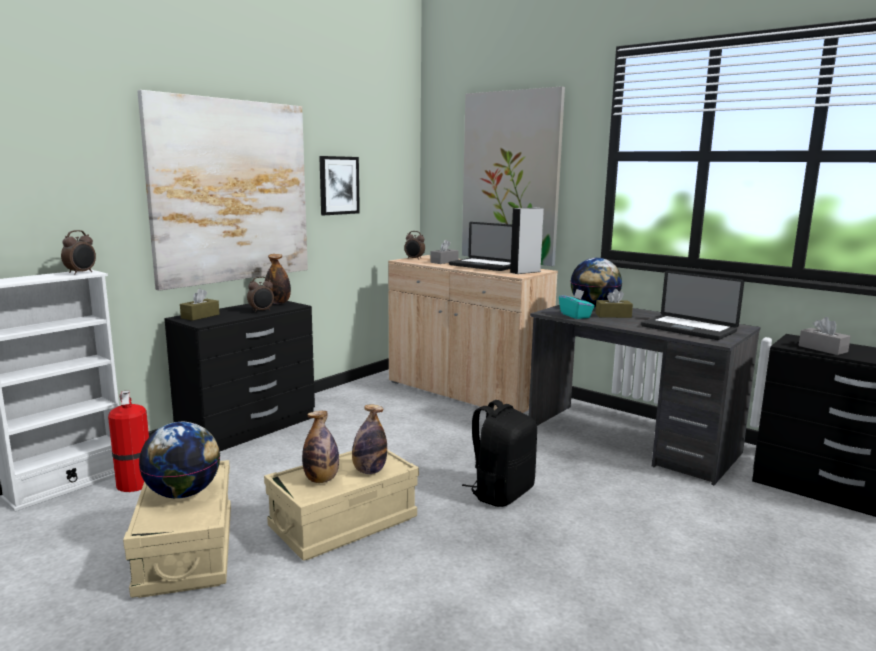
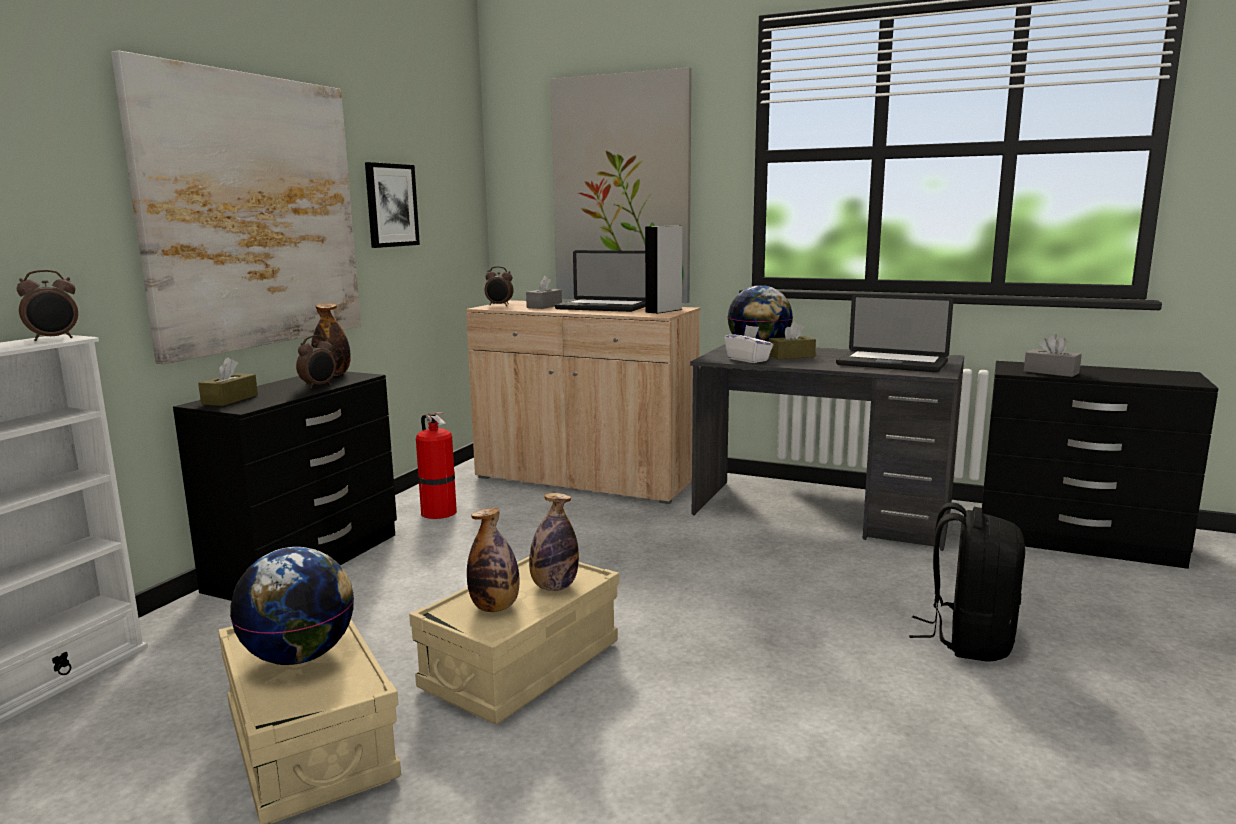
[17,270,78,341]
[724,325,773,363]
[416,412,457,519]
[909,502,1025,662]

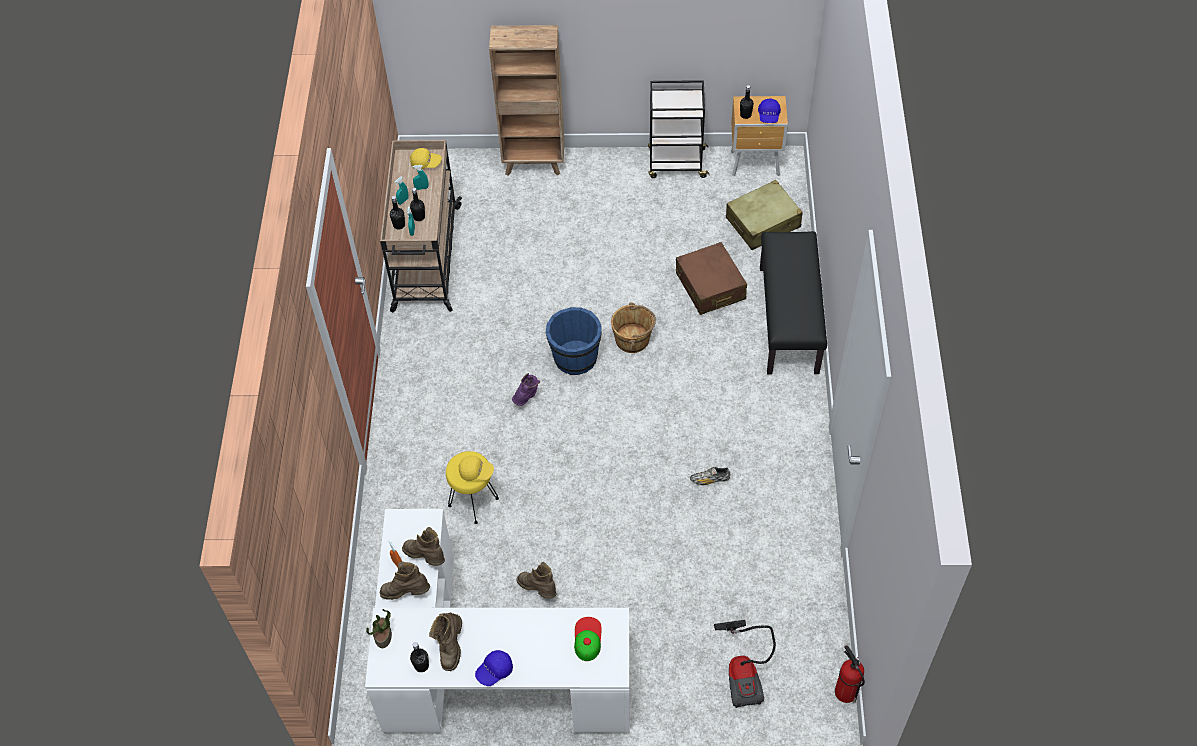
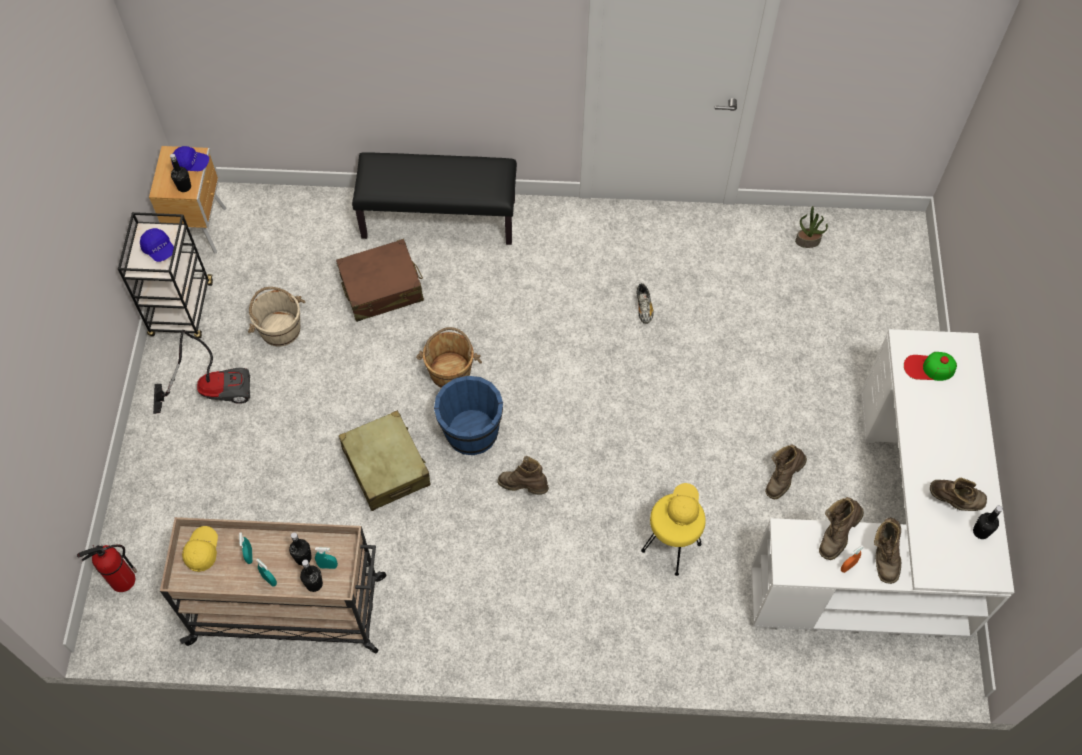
[489,25,564,176] (first image)
[338,410,431,511]
[498,456,549,495]
[795,206,828,248]
[153,330,250,414]
[77,544,137,592]
[140,228,174,262]
[248,287,305,347]

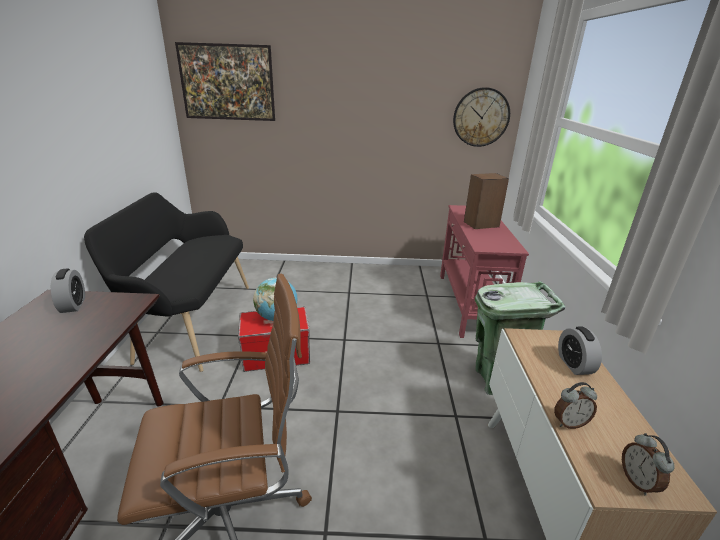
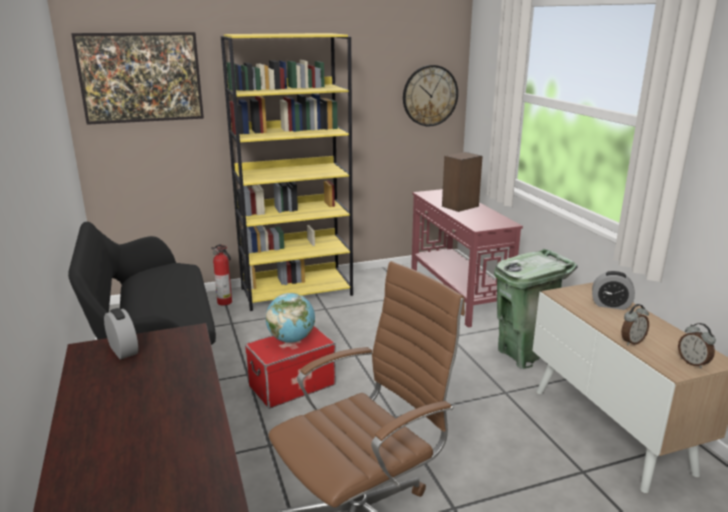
[592,271,635,310]
[221,33,353,311]
[212,244,232,306]

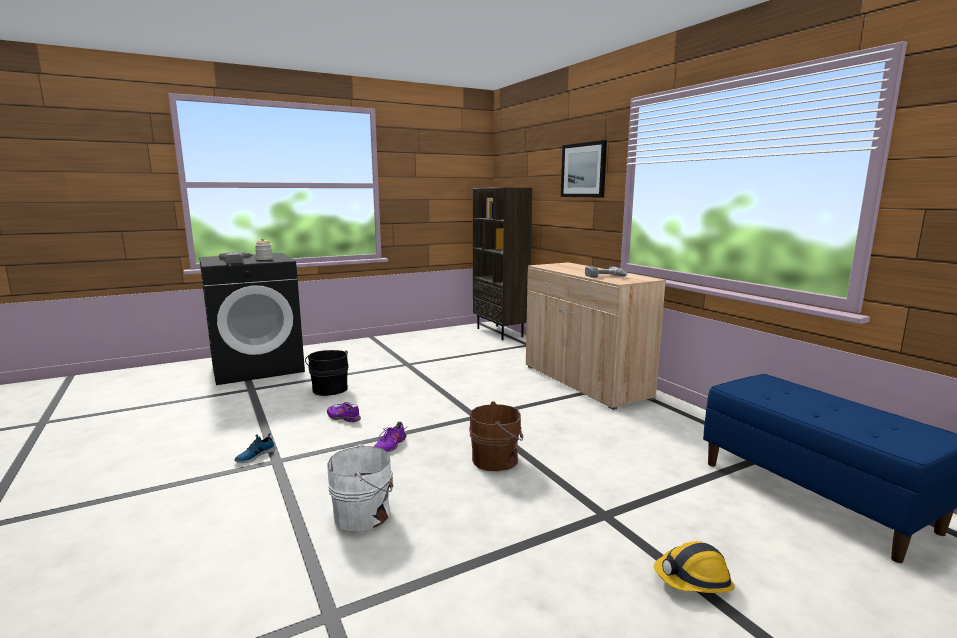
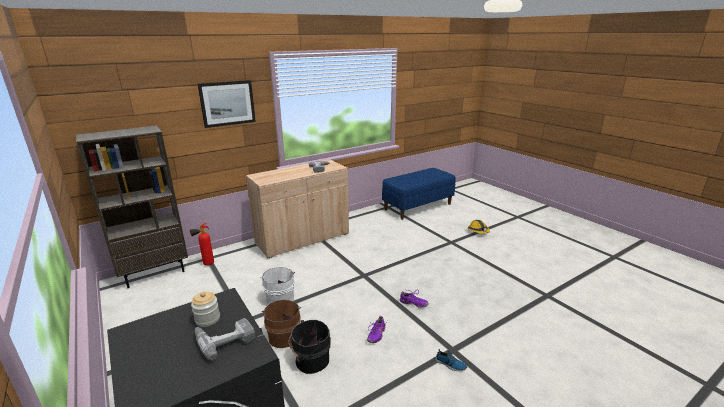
[262,300,302,348]
[260,267,295,305]
[190,223,214,266]

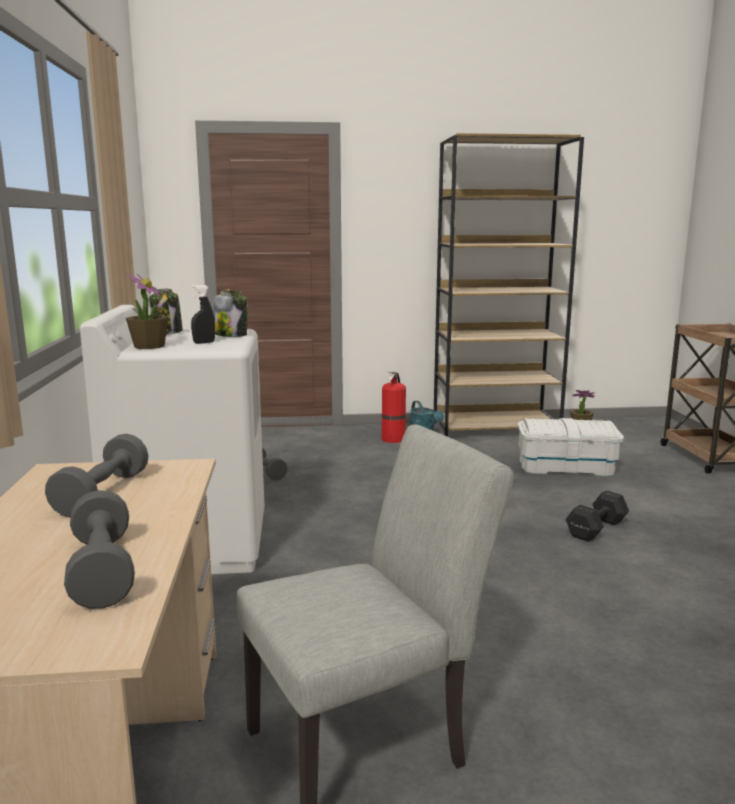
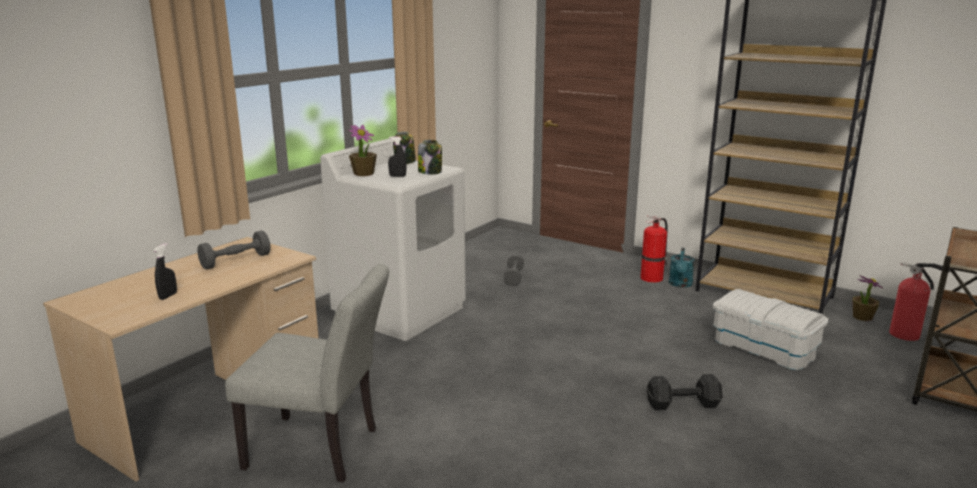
[154,243,177,300]
[889,262,950,341]

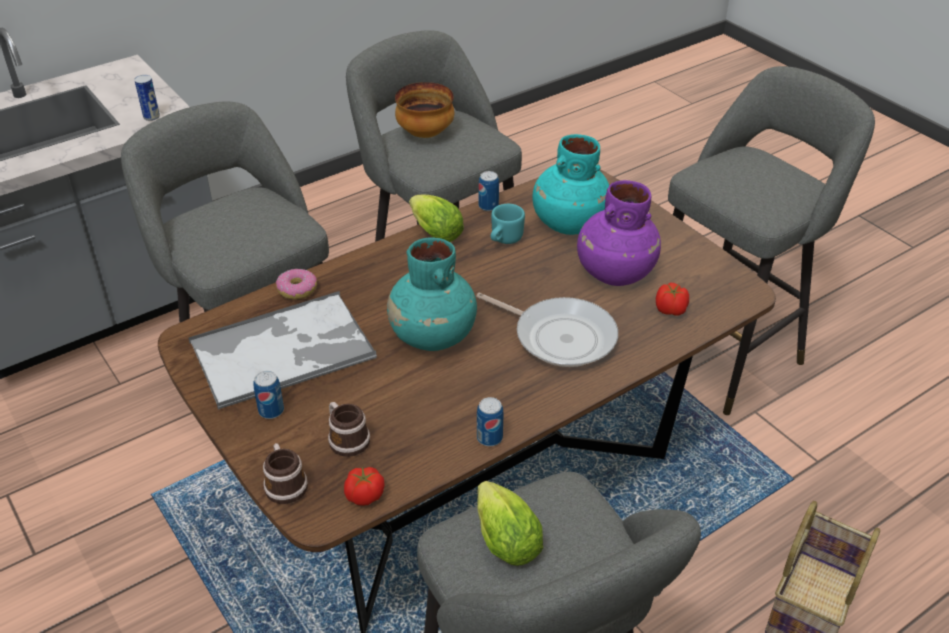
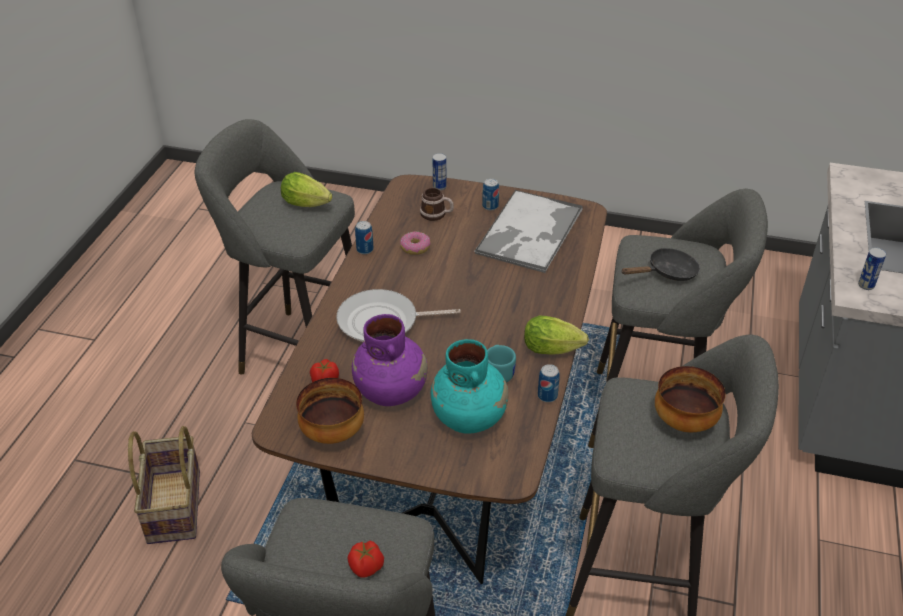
[387,237,477,351] (first image)
[400,232,431,255]
[433,153,446,190]
[347,541,384,578]
[621,248,700,281]
[296,378,364,444]

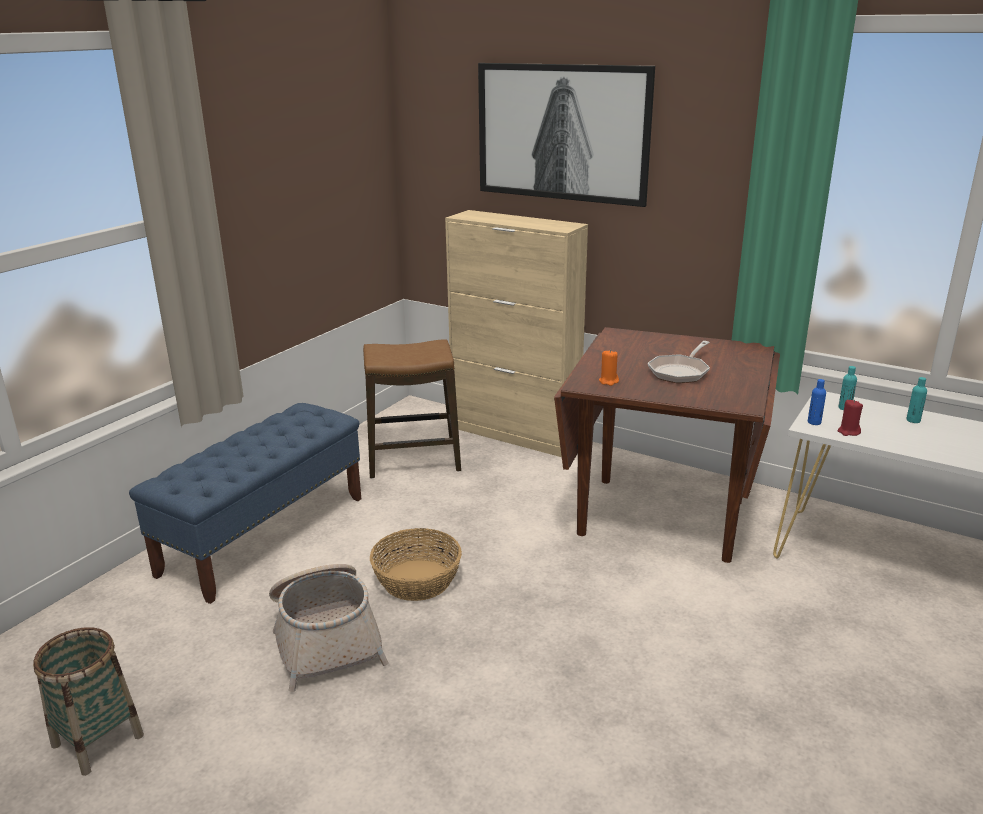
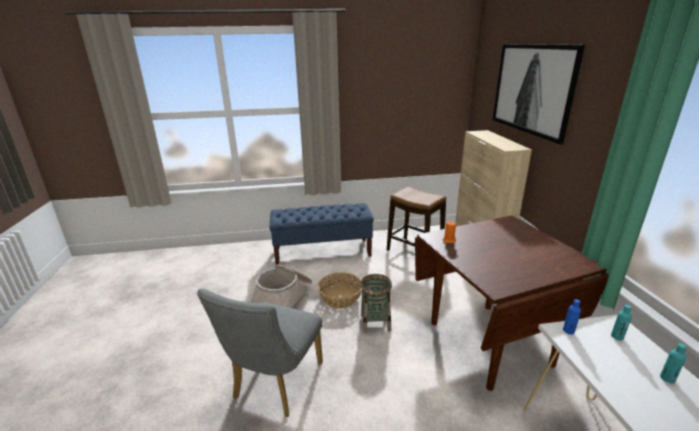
[648,341,710,383] (first image)
[838,400,863,436] (first image)
[361,274,392,333]
[197,289,323,417]

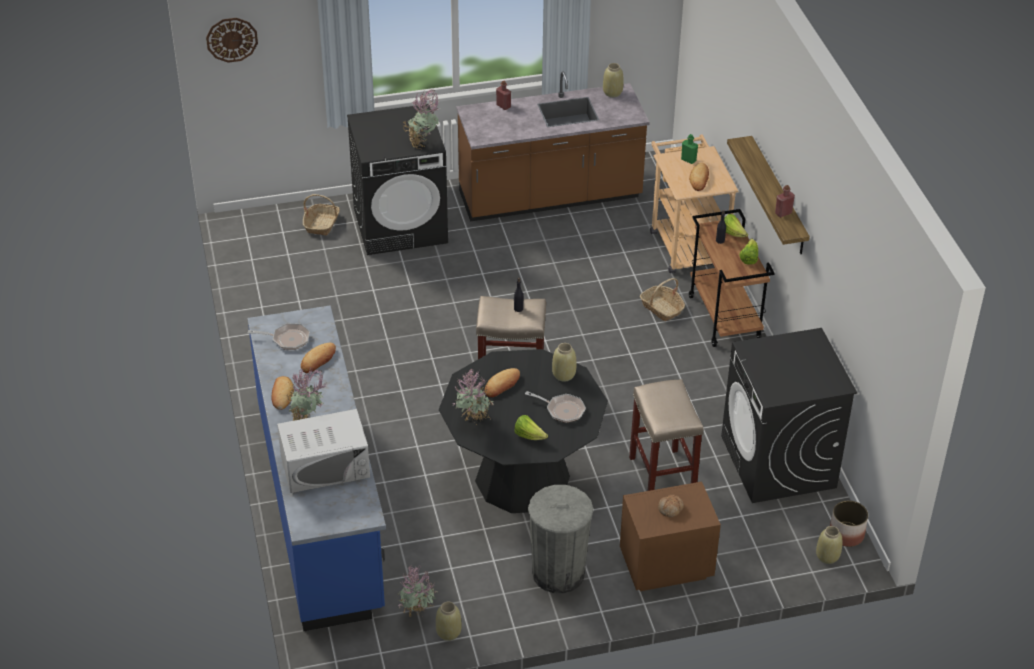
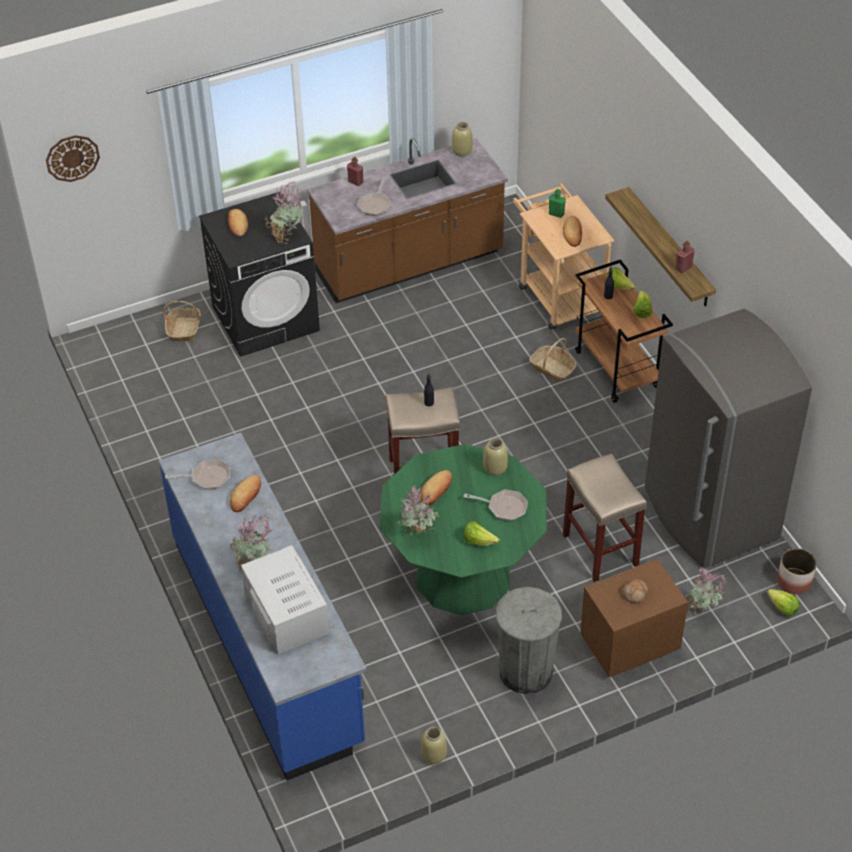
[645,309,812,568]
[379,444,547,615]
[228,209,248,237]
[241,545,329,654]
[767,589,799,616]
[685,565,726,615]
[357,177,391,216]

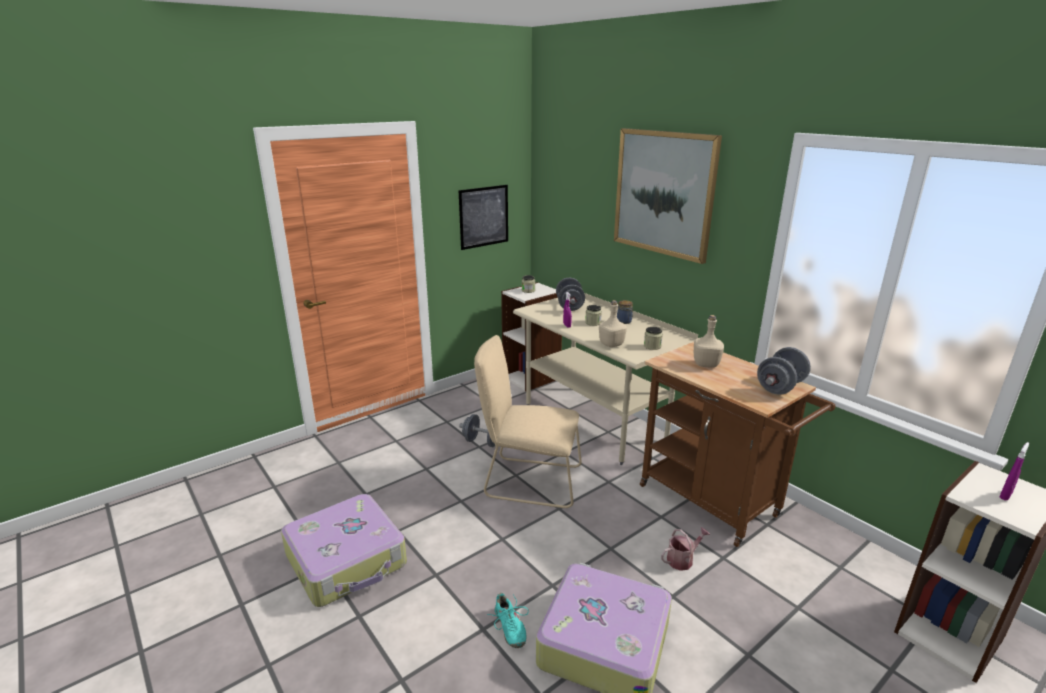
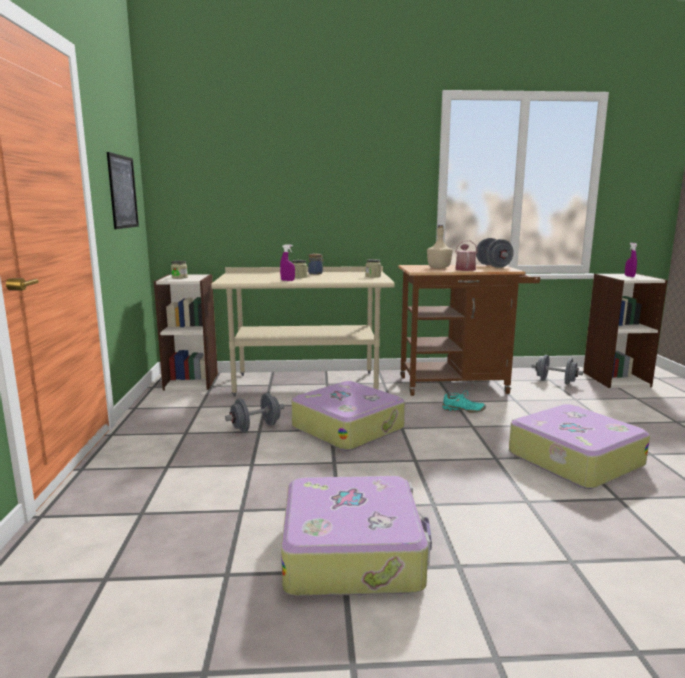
[614,128,722,264] (first image)
[531,355,583,385]
[599,300,627,347] (first image)
[291,381,405,451]
[455,240,478,271]
[442,390,486,413]

